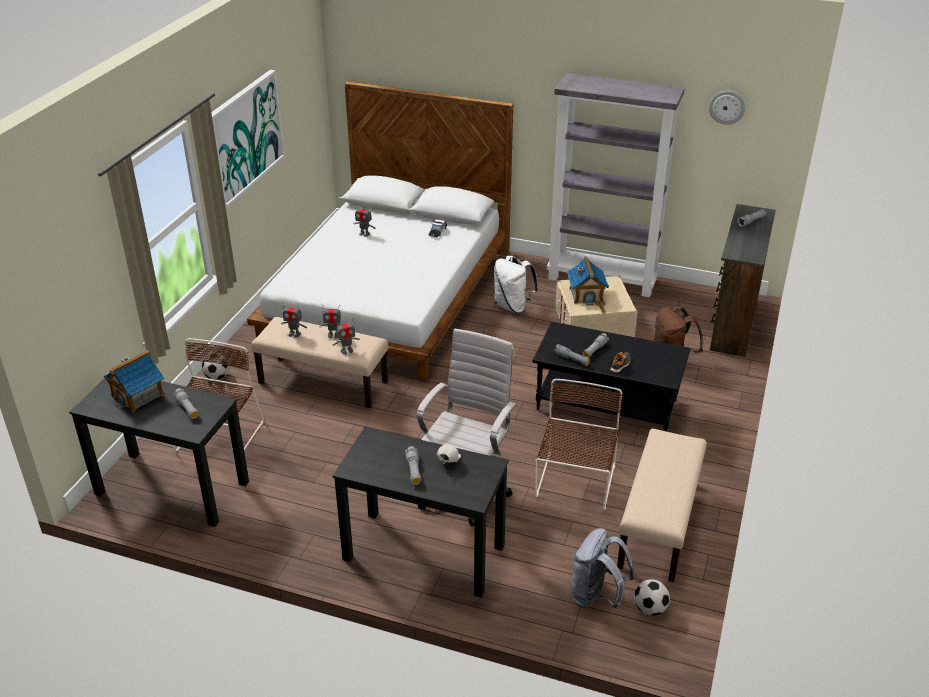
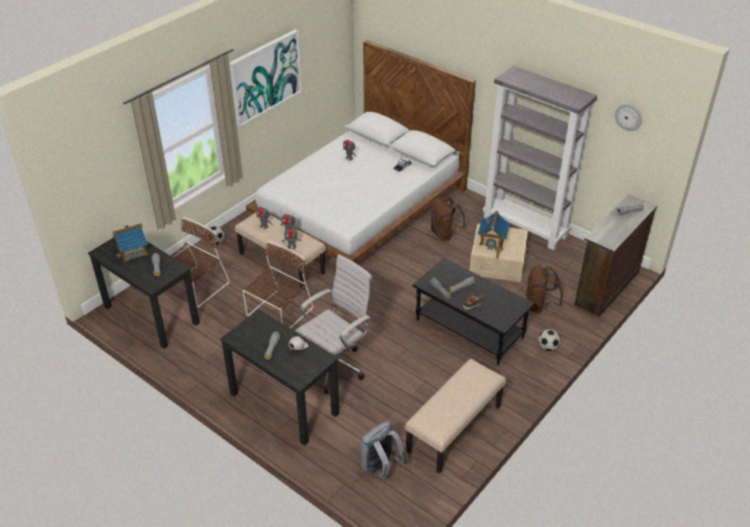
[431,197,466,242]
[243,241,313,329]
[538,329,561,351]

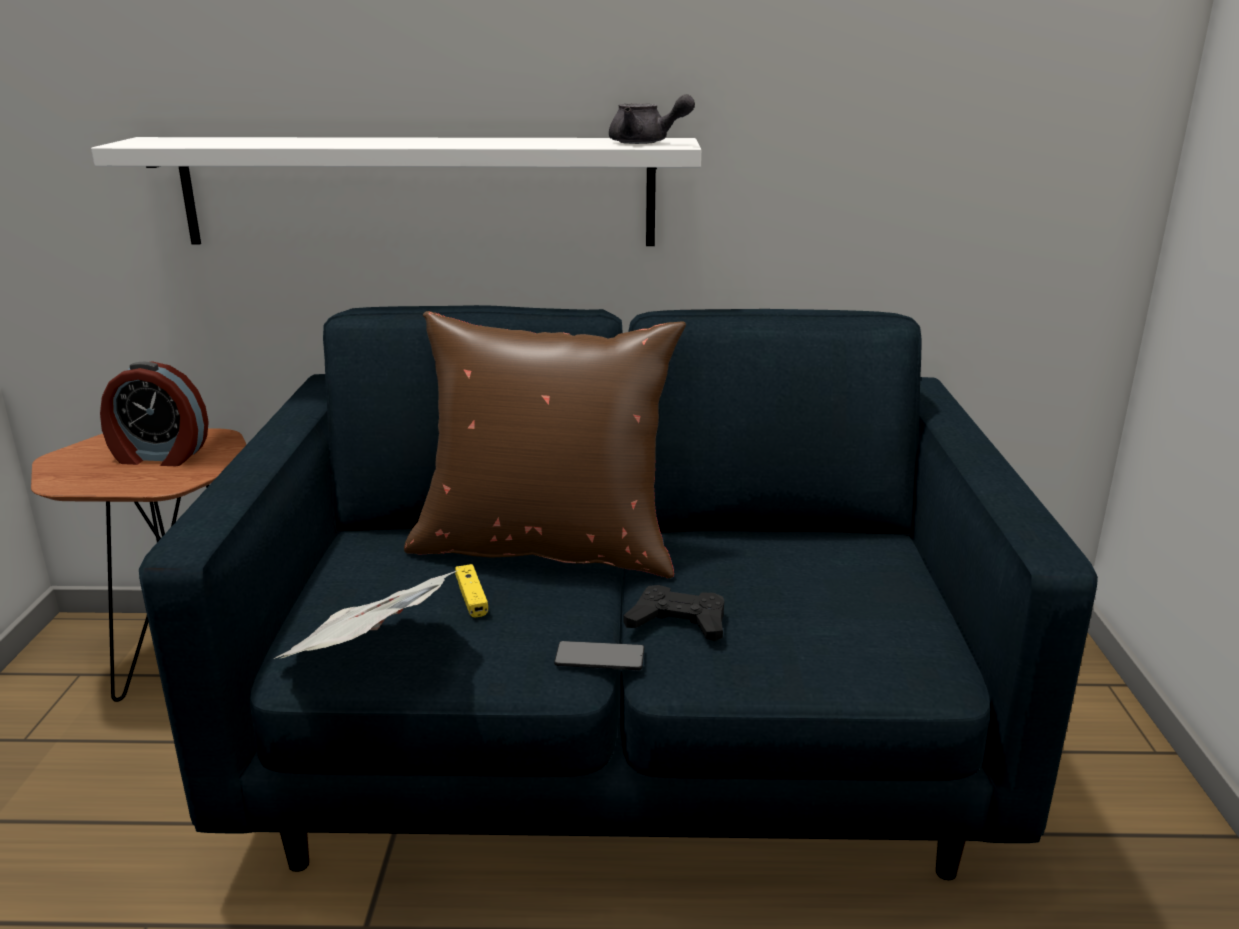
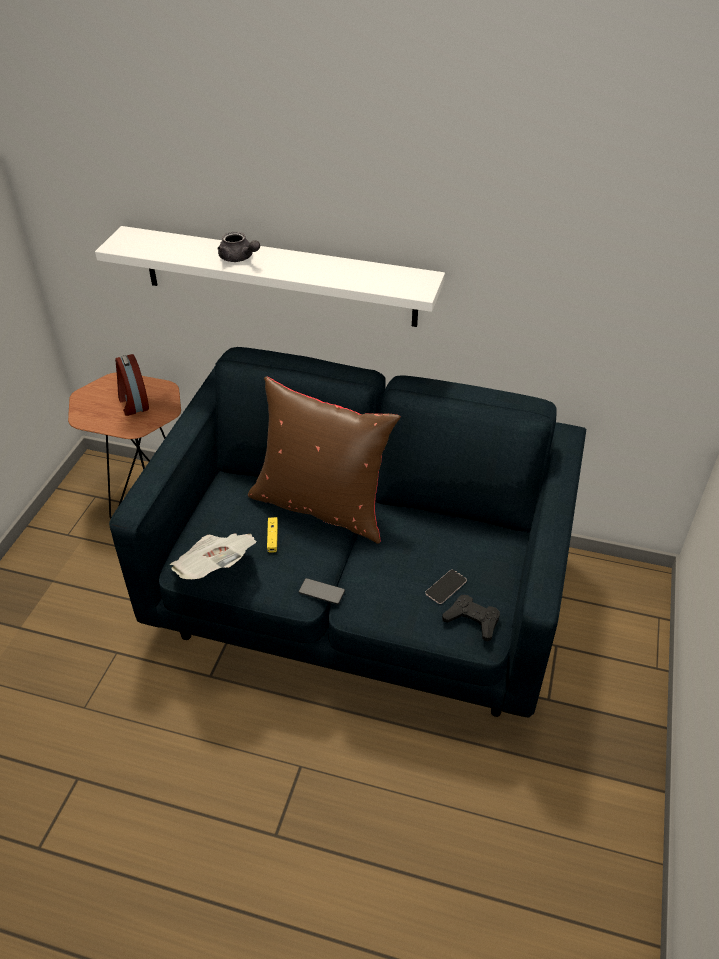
[218,232,260,262]
[115,354,149,416]
[442,595,500,642]
[425,570,467,604]

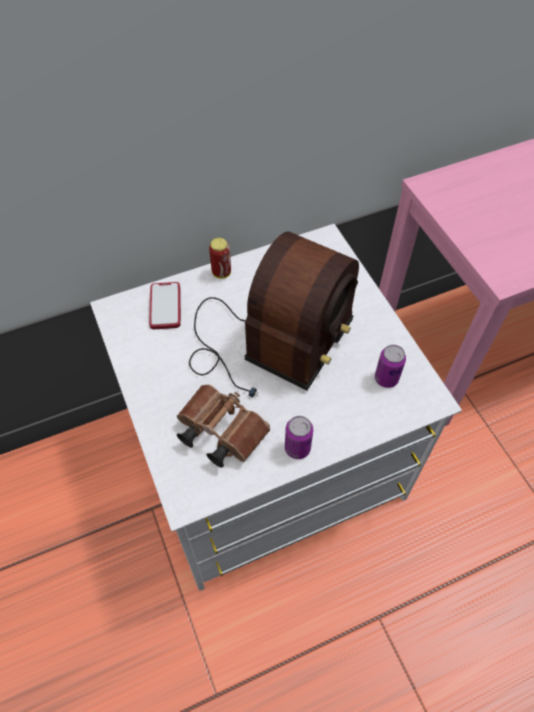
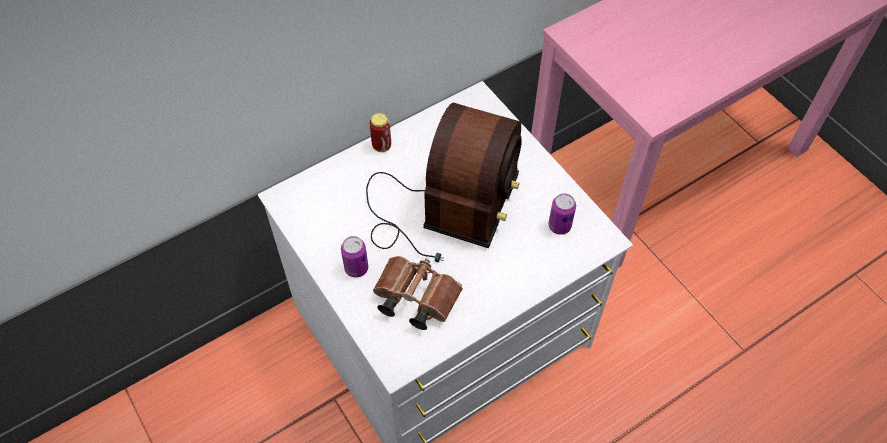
[149,282,181,329] (first image)
[341,236,368,278]

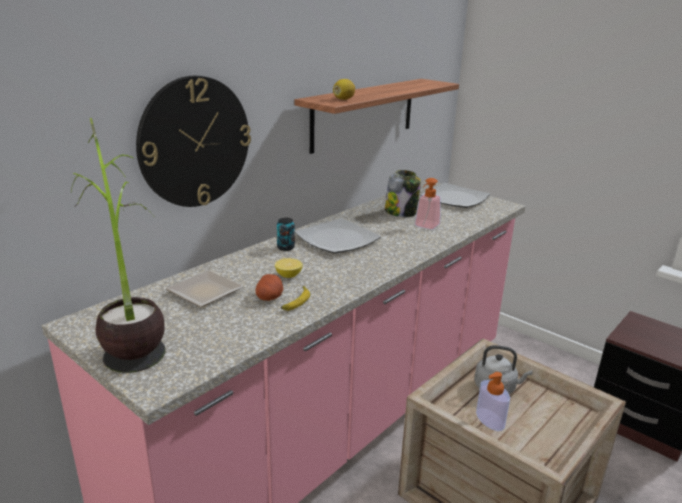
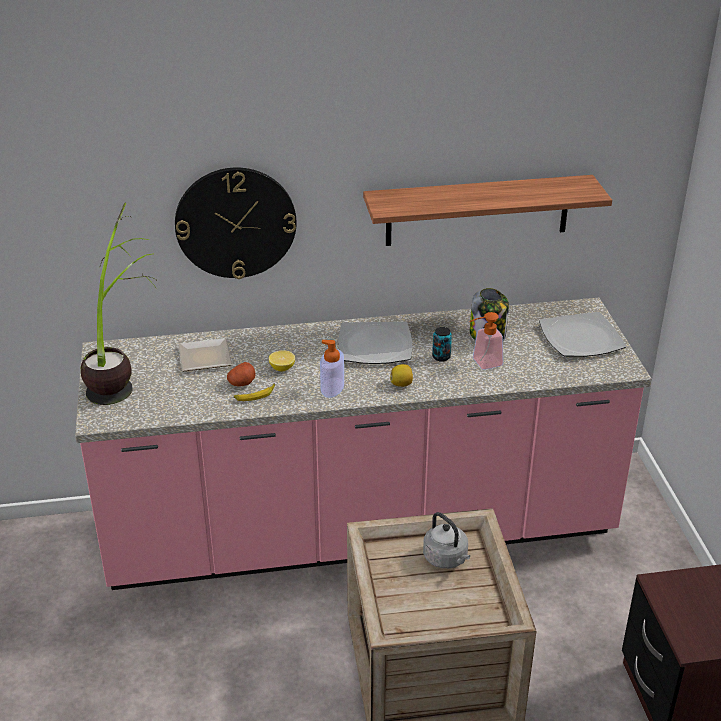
[390,364,413,387]
[432,327,452,362]
[320,340,344,398]

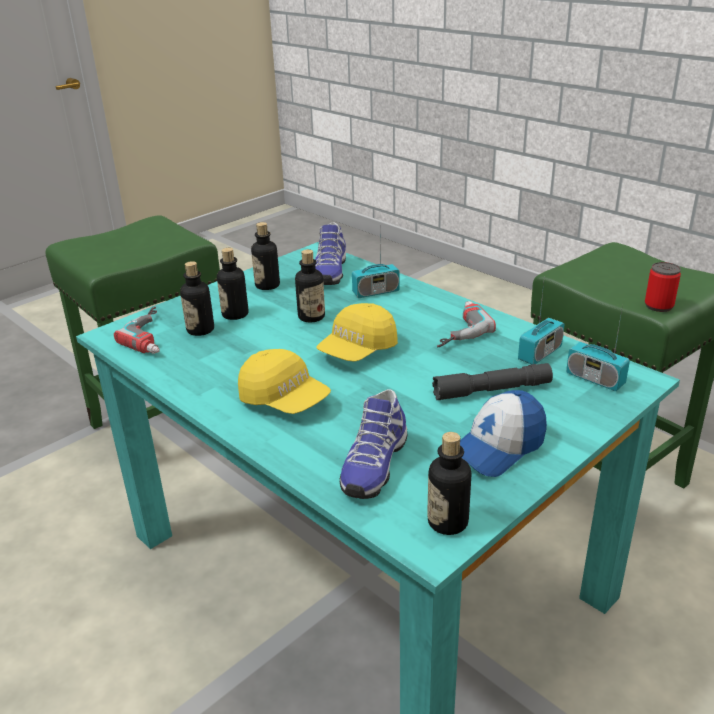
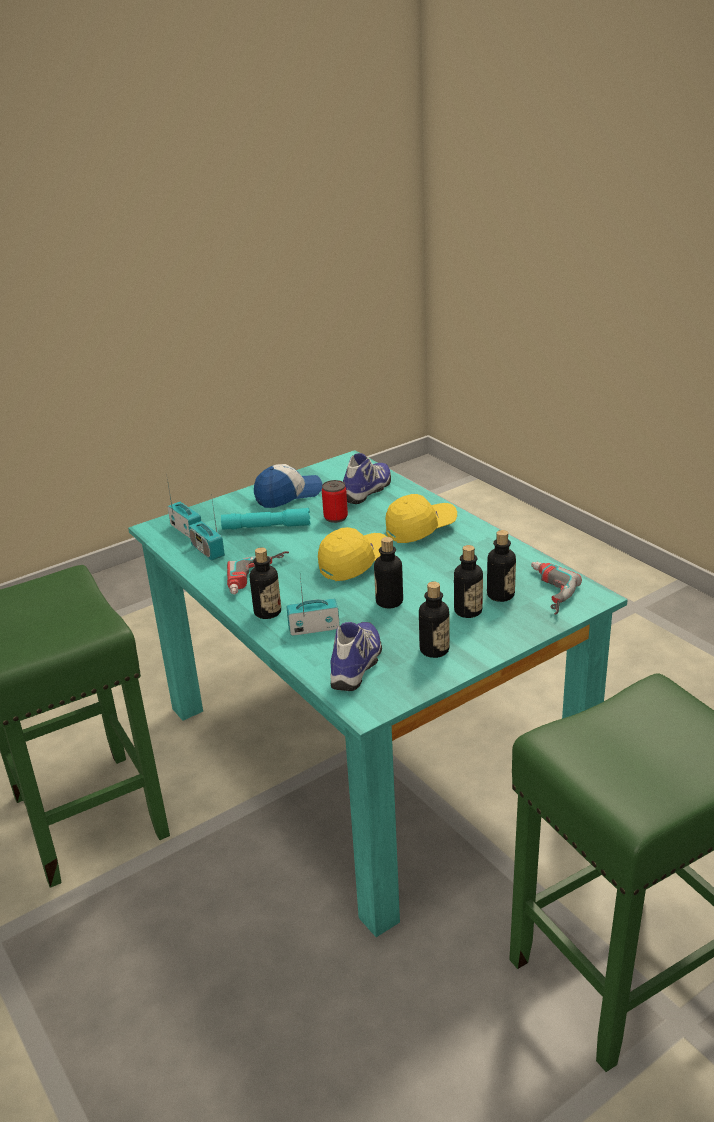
[322,480,348,523]
[188,494,225,561]
[386,494,457,543]
[221,508,310,530]
[250,547,281,619]

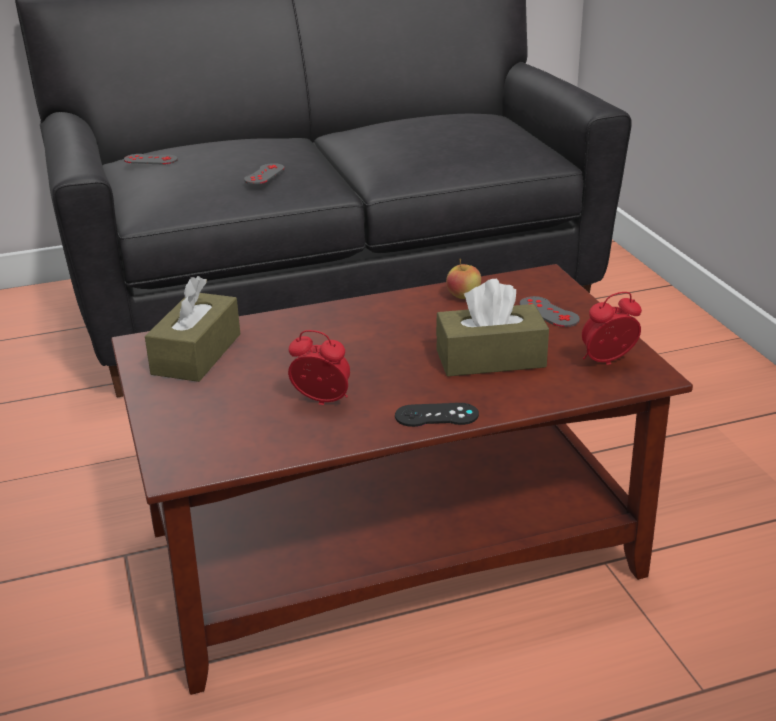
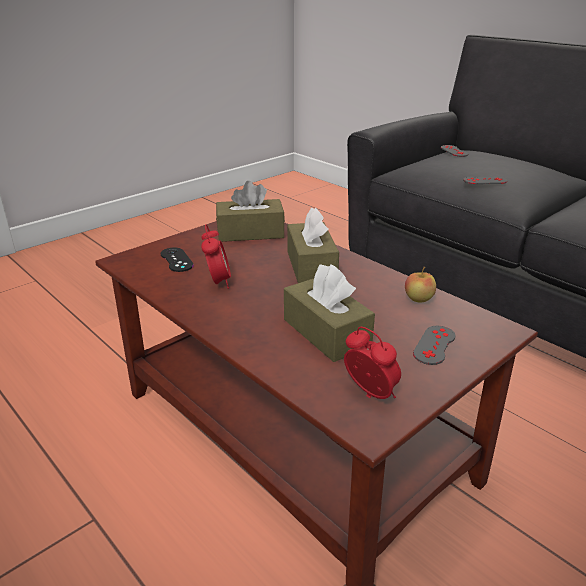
[160,248,194,272]
[287,207,339,283]

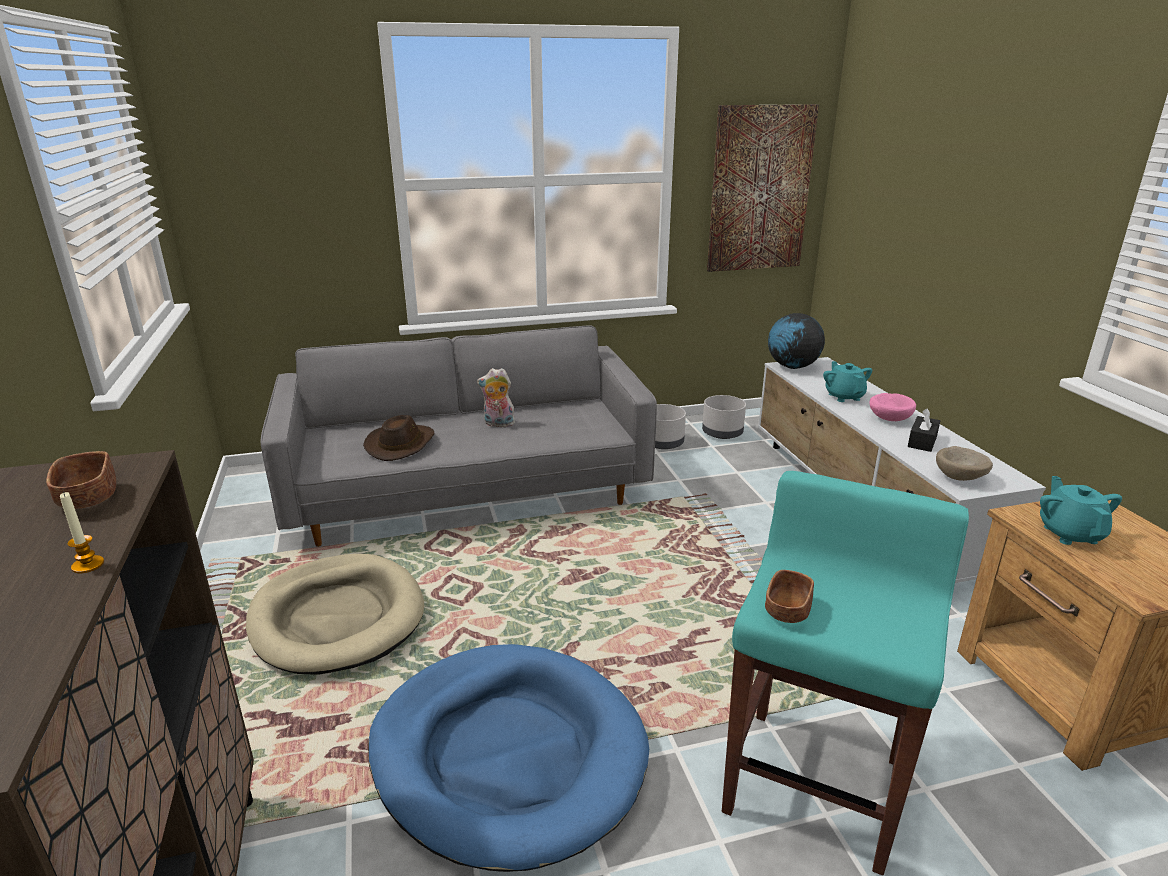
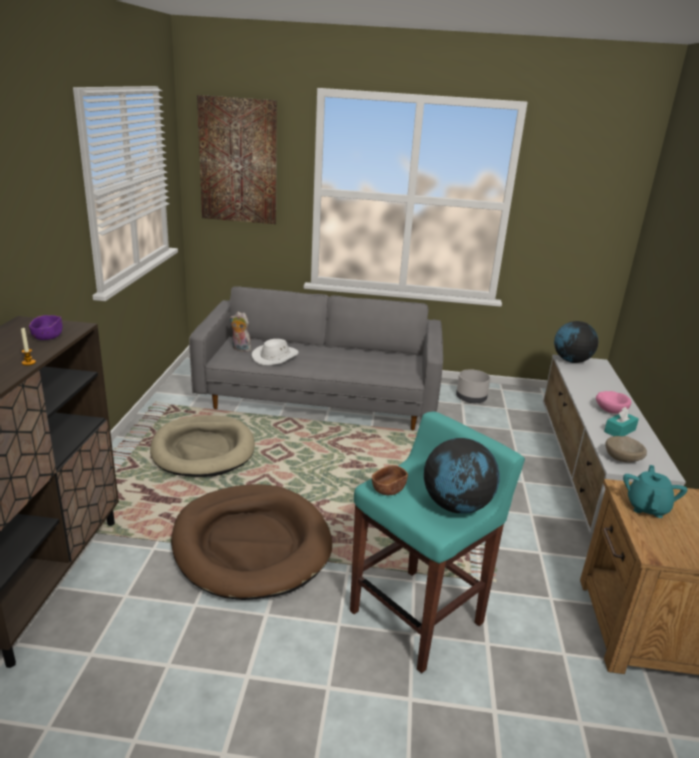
[197,95,277,224]
[823,361,872,402] (first image)
[230,312,251,352]
[702,395,746,439] (first image)
[604,407,639,436]
[252,339,299,365]
[29,315,62,340]
[171,484,332,600]
[424,438,500,514]

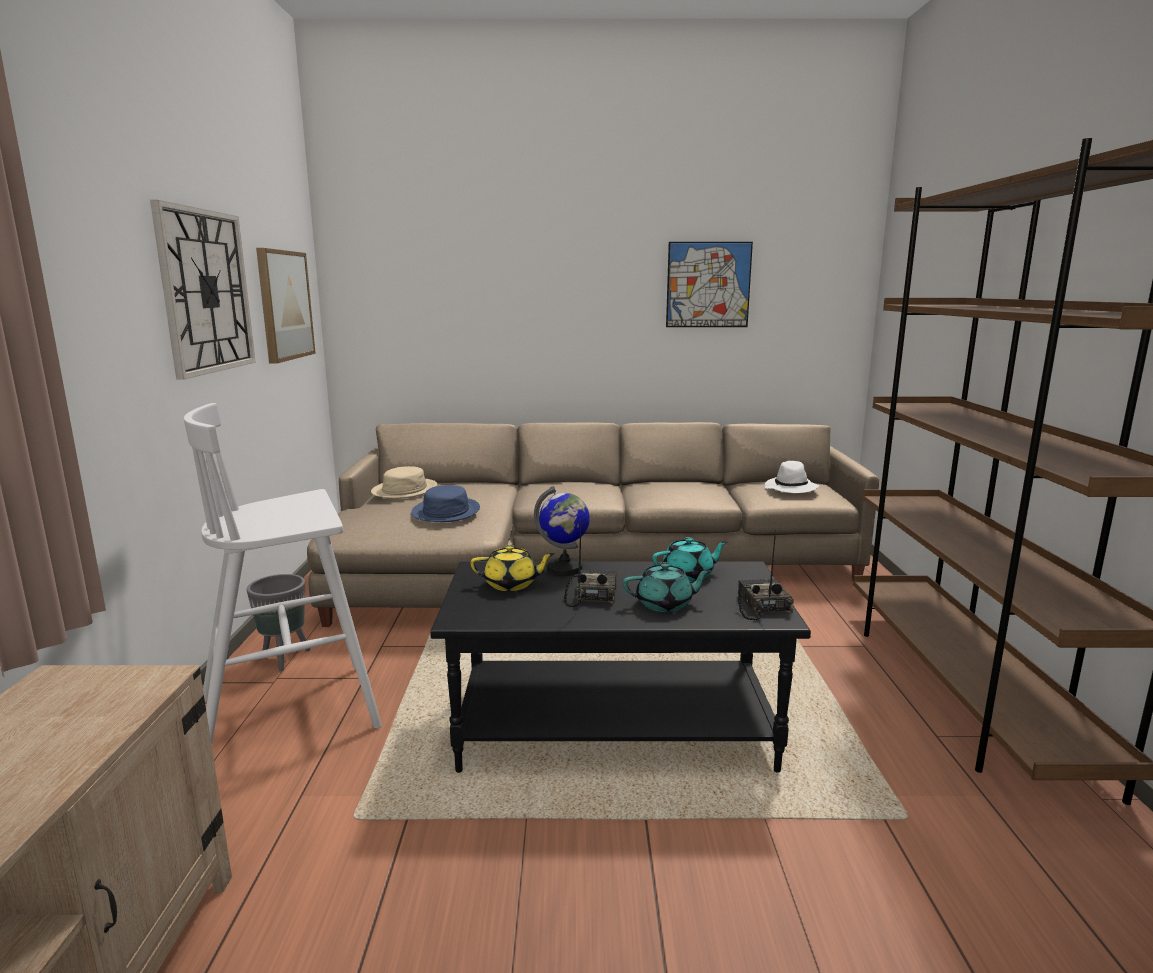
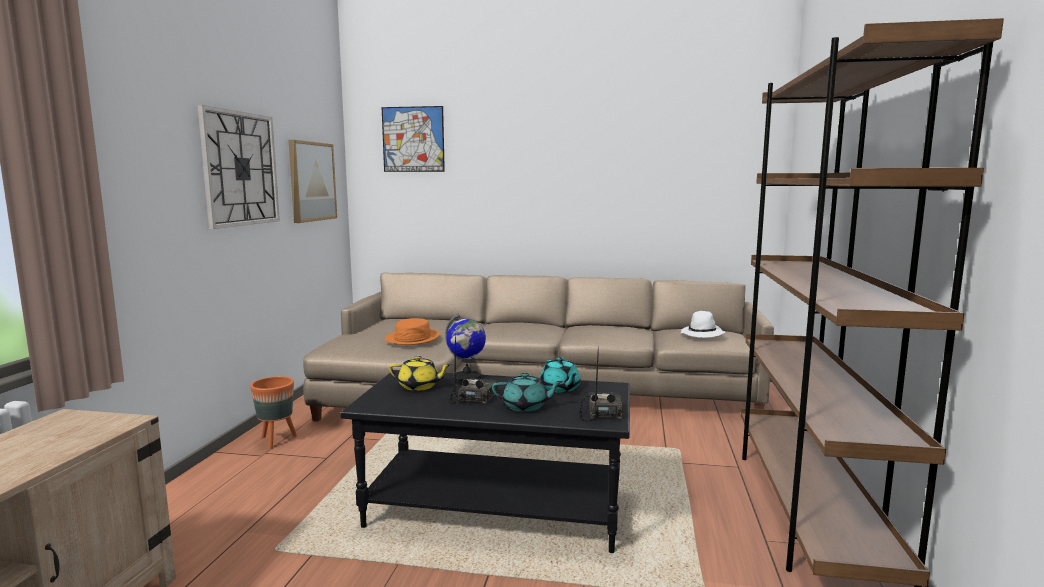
[382,106,445,172]
[184,403,382,744] (first image)
[371,466,437,499] (first image)
[385,318,440,345]
[540,357,581,393]
[250,376,297,449]

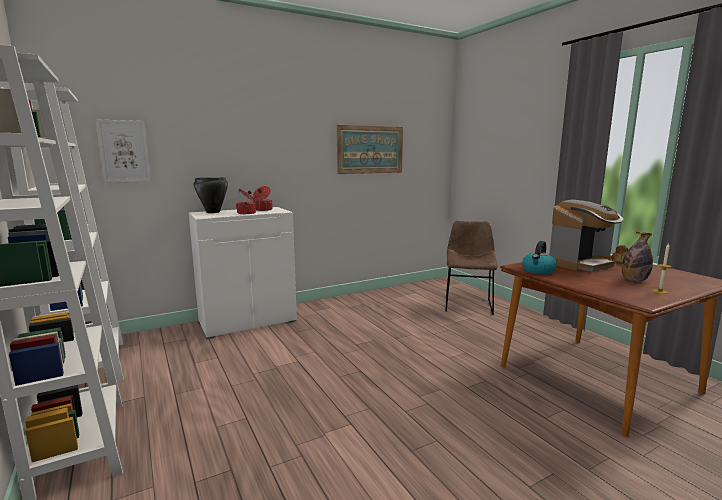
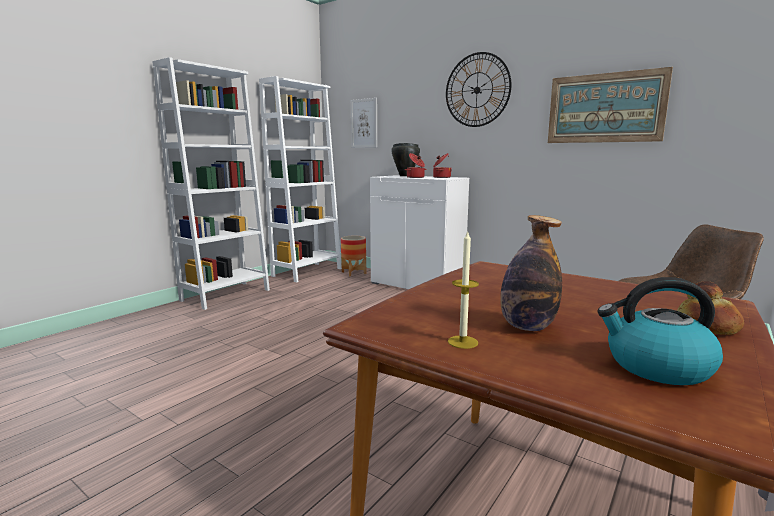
[549,200,623,272] (first image)
[597,277,723,385]
[446,52,511,127]
[341,236,366,277]

